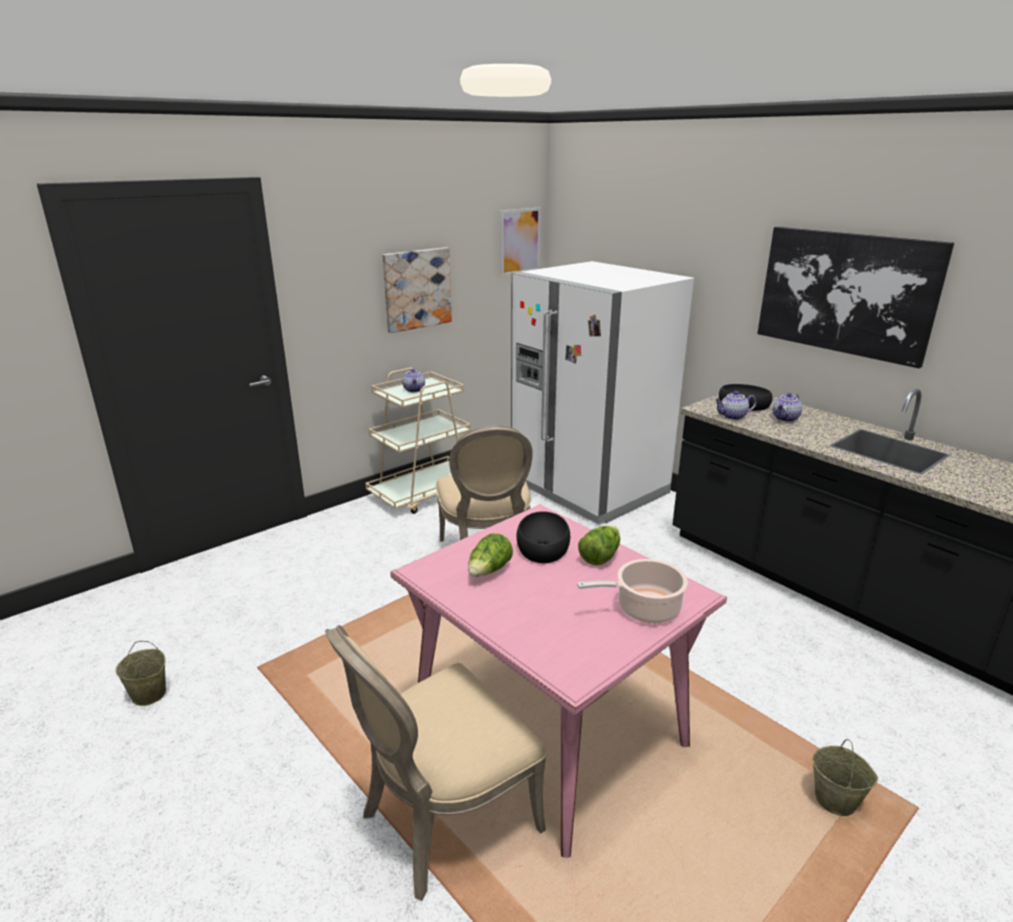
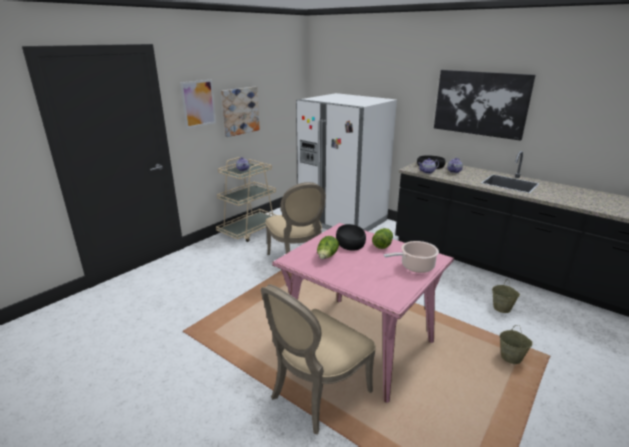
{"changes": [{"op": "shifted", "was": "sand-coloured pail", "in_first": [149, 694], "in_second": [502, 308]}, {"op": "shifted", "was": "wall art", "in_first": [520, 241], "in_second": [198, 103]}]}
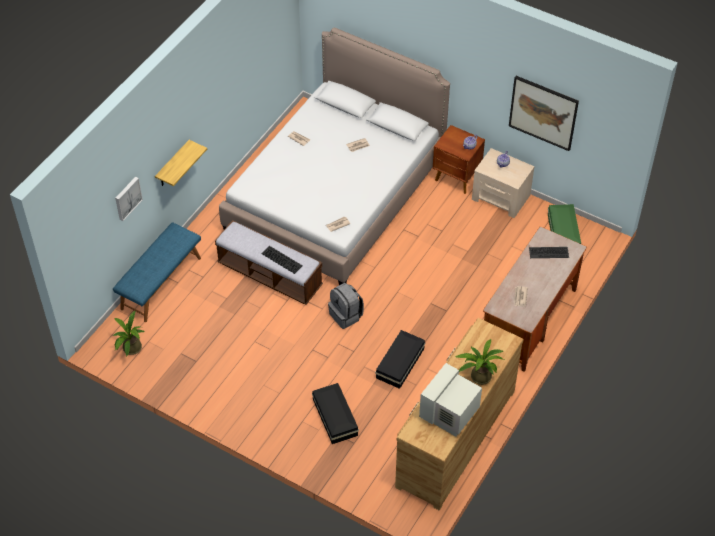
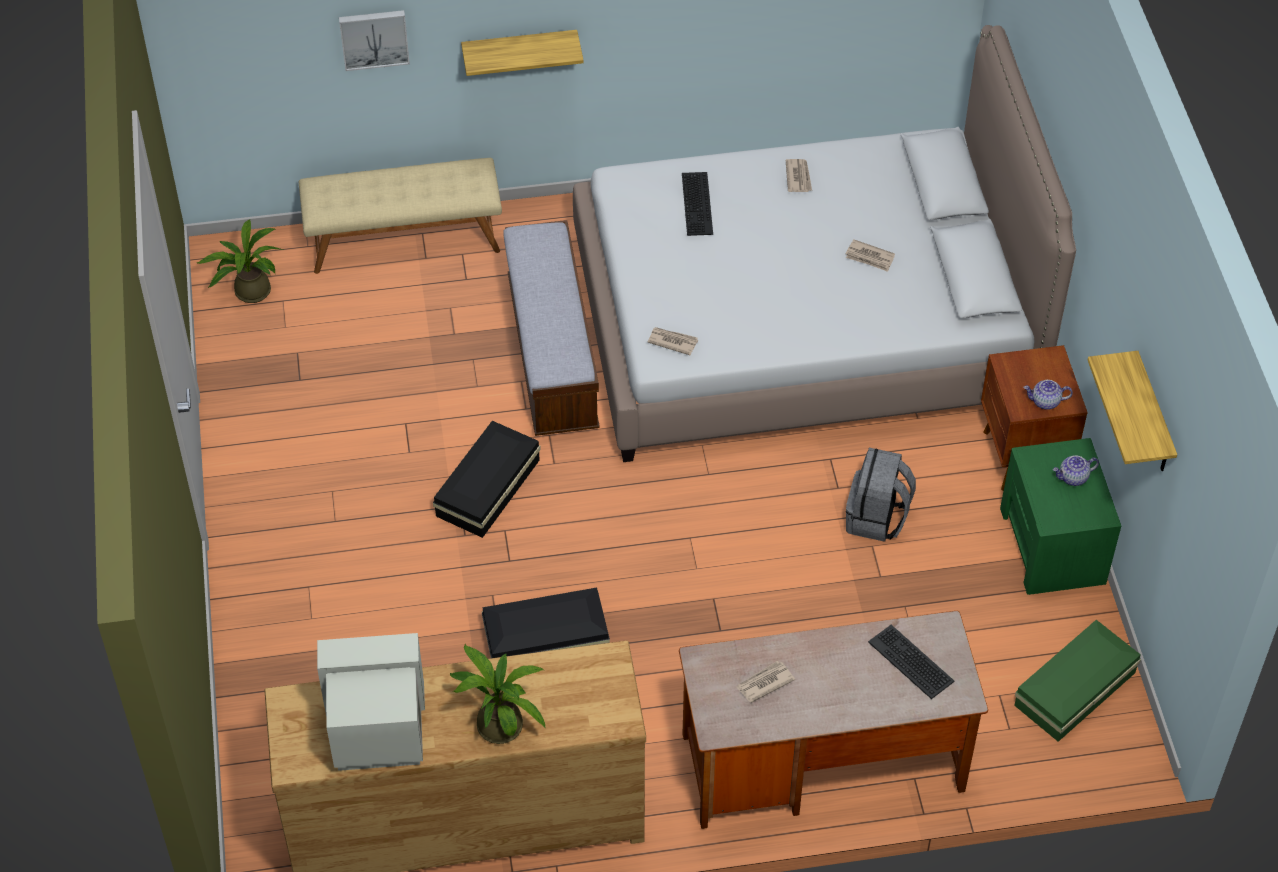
{"changes": [{"op": "repainted", "was": "blue-coloured indoor bench", "now": "sand-coloured indoor bench", "in_first": [160, 283], "in_second": [404, 239]}, {"op": "shifted", "was": "computer keyboard", "in_first": [282, 259], "in_second": [699, 204]}, {"op": "shifted", "was": "black-coloured storage bin", "in_first": [334, 418], "in_second": [485, 488]}, {"op": "shifted", "was": "gray backpack", "in_first": [346, 315], "in_second": [877, 518]}, {"op": "repainted", "was": "sand-coloured nightstand", "now": "green-coloured nightstand", "in_first": [501, 197], "in_second": [1052, 546]}, {"op": "swapped", "was": "wall art", "now": "wall shelf", "in_first": [543, 112], "in_second": [1153, 417]}]}
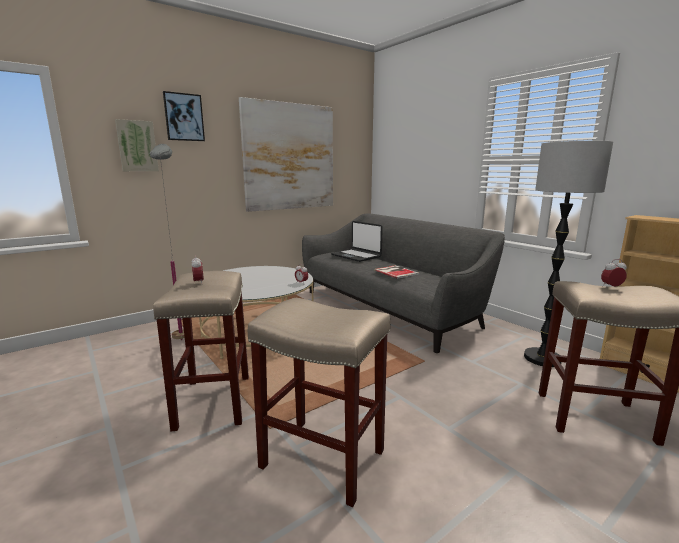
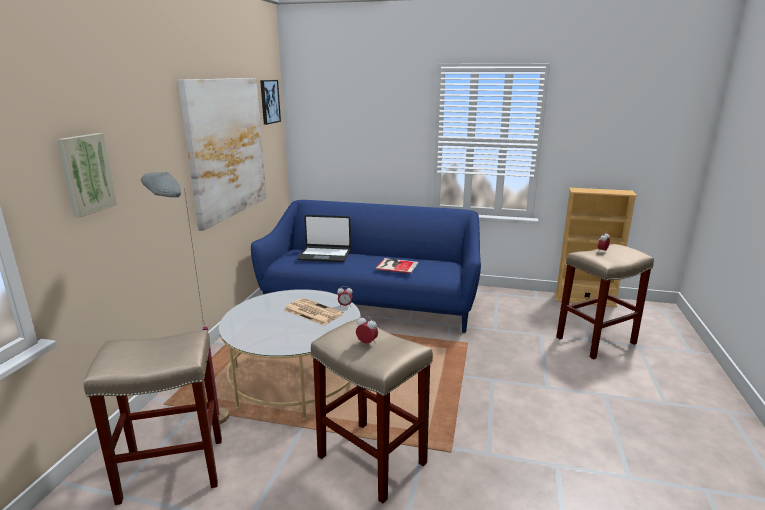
{"changes": [{"op": "shifted", "was": "wall art", "in_first": [184, 117], "in_second": [269, 101]}, {"op": "shifted", "was": "sand-coloured sitting stool", "in_first": [324, 458], "in_second": [174, 468]}, {"op": "repainted", "was": "gray couch", "now": "blue-coloured couch", "in_first": [390, 308], "in_second": [372, 302]}, {"op": "gone", "was": "floor lamp", "in_first": [542, 358]}, {"op": "new", "now": "newspaper", "in_second": [312, 312]}]}
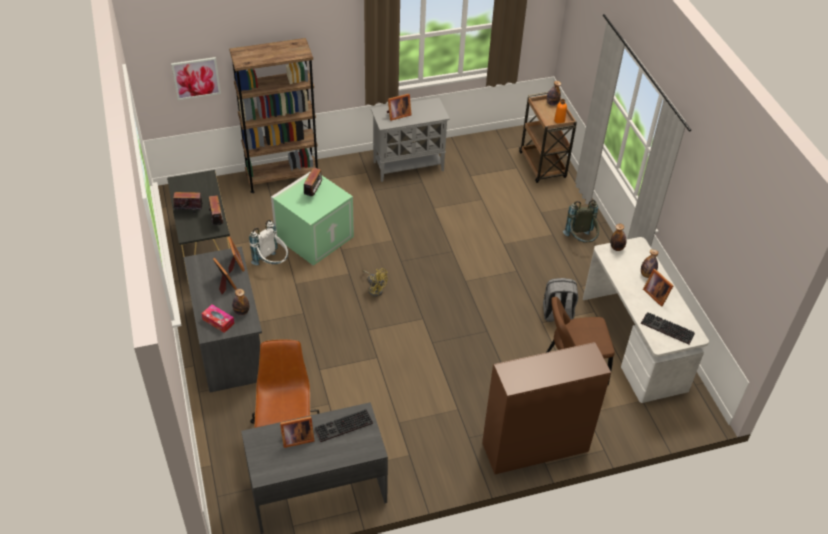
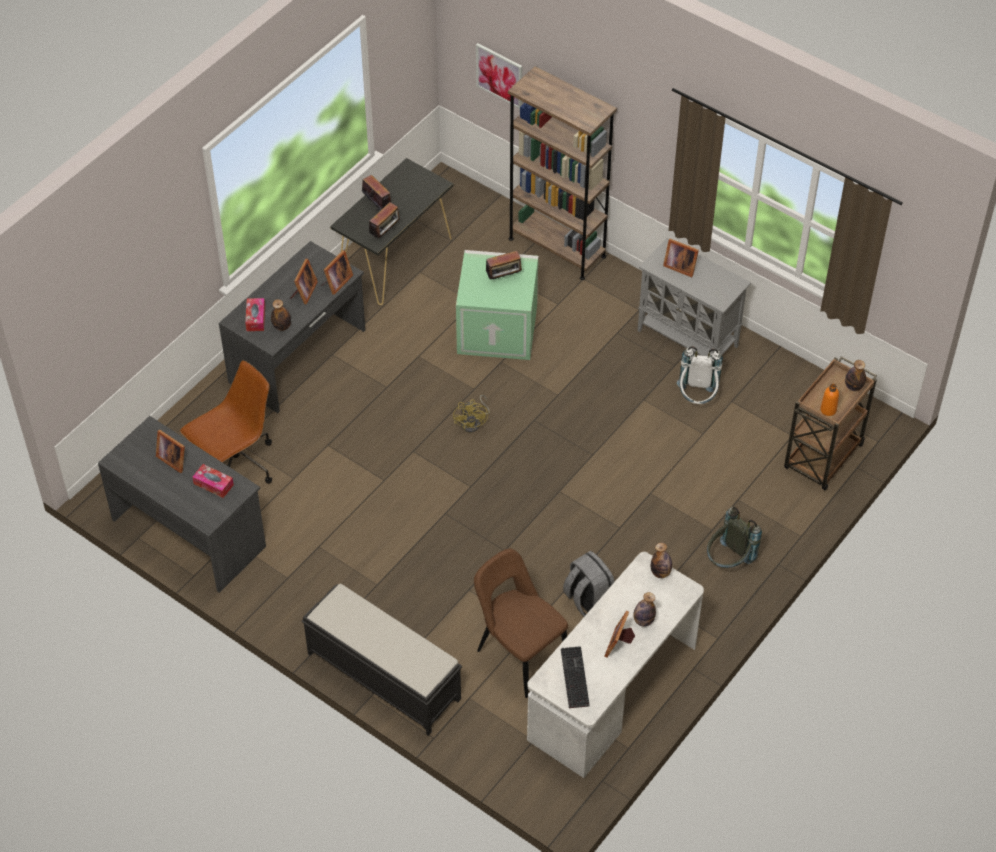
{"changes": [{"op": "shifted", "was": "whitish backpack", "in_first": [272, 263], "in_second": [697, 399]}, {"op": "swapped", "was": "computer keyboard", "now": "box of tissues", "in_first": [343, 427], "in_second": [213, 484]}, {"op": "swapped", "was": "brown-coloured storage cabinet", "now": "black-coloured indoor bench", "in_first": [534, 448], "in_second": [382, 676]}]}
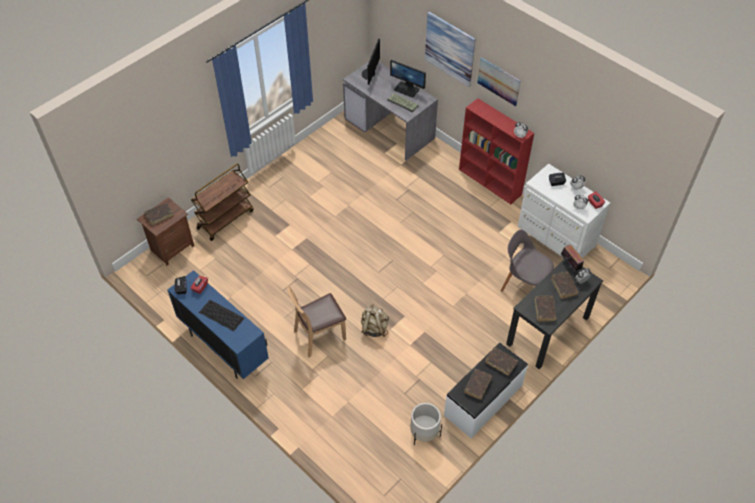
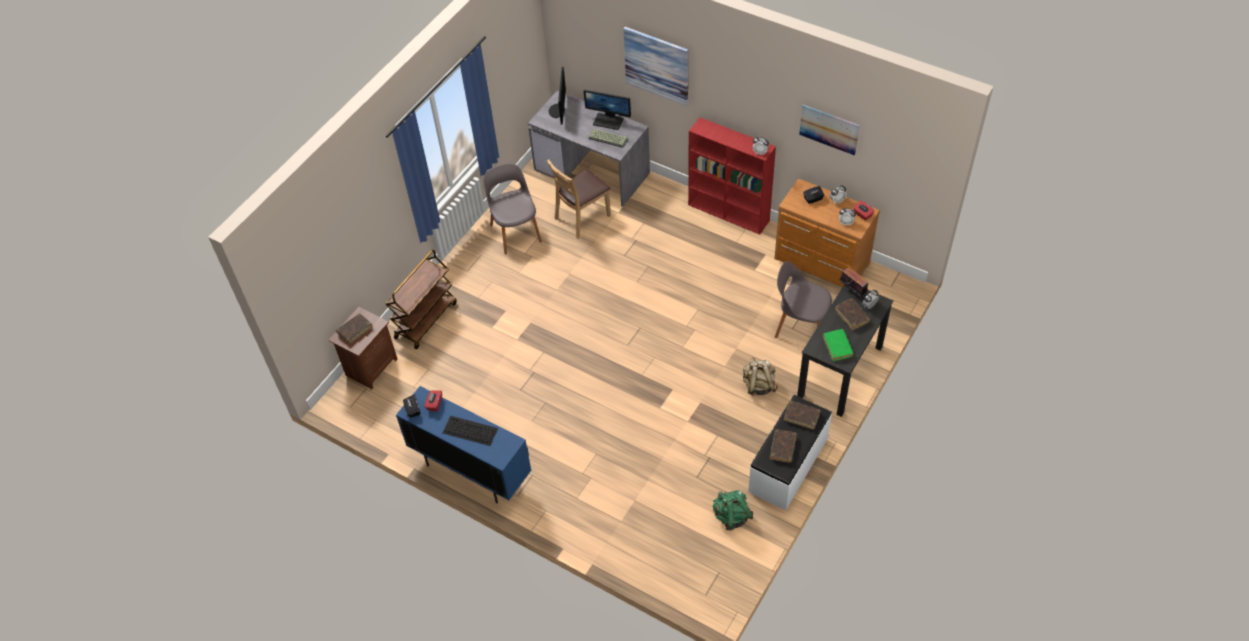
{"changes": [{"op": "shifted", "was": "brown-coloured upright chair", "in_first": [319, 336], "in_second": [582, 218]}, {"op": "shifted", "was": "sand-coloured backpack", "in_first": [374, 328], "in_second": [758, 385]}, {"op": "swapped", "was": "whitish plant pot", "now": "green-coloured backpack", "in_first": [424, 433], "in_second": [731, 516]}, {"op": "shifted", "was": "wall art", "in_first": [498, 81], "in_second": [829, 129]}, {"op": "repainted", "was": "whitish drawer chest", "now": "brown-coloured drawer chest", "in_first": [555, 237], "in_second": [821, 263]}, {"op": "repainted", "was": "brown-coloured volume", "now": "green-coloured volume", "in_first": [544, 310], "in_second": [837, 347]}, {"op": "new", "now": "gray upright chair", "in_second": [515, 231]}]}
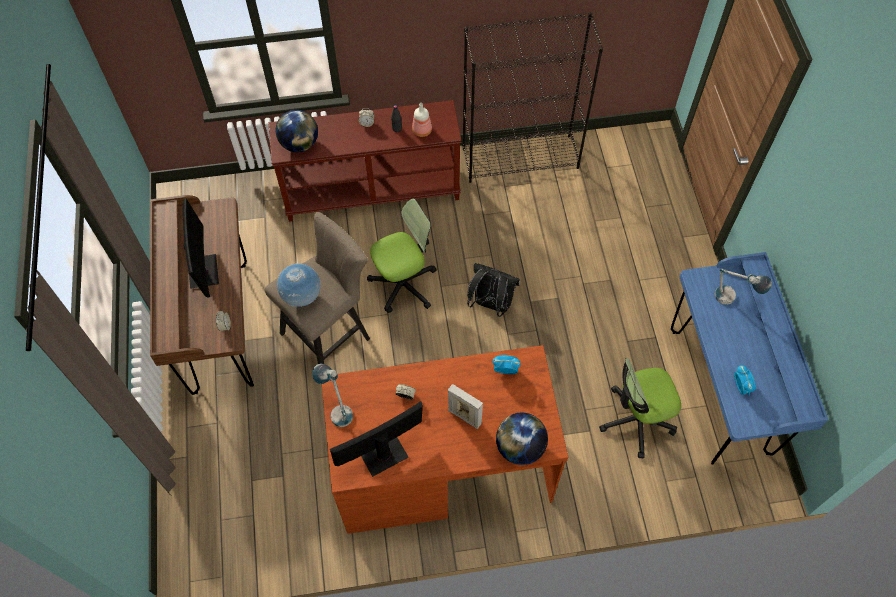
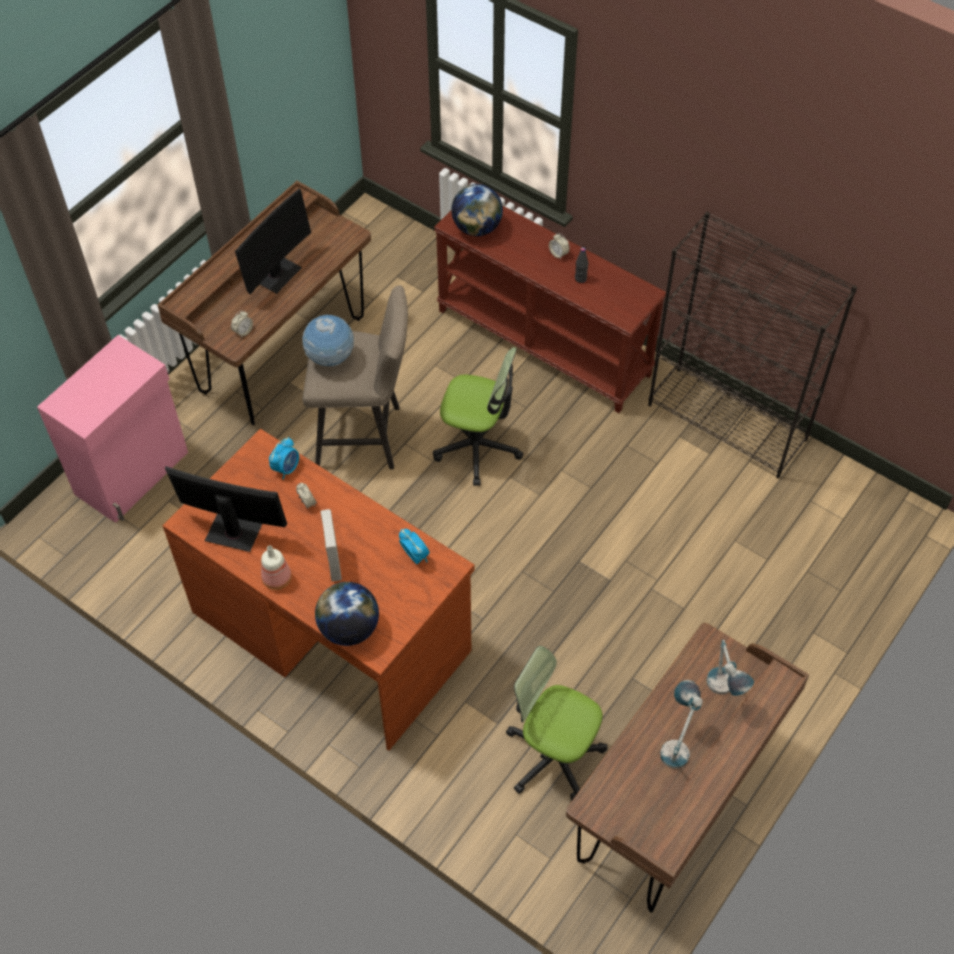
{"changes": [{"op": "shifted", "was": "tabletop lamp", "in_first": [337, 408], "in_second": [676, 743]}, {"op": "shifted", "was": "drink bottle", "in_first": [422, 130], "in_second": [278, 578]}, {"op": "gone", "was": "black-coloured backpack", "in_first": [490, 304]}, {"op": "repainted", "was": "blue-coloured desk", "now": "brown-coloured desk", "in_first": [719, 391], "in_second": [671, 807]}, {"op": "shifted", "was": "table clock", "in_first": [741, 386], "in_second": [286, 468]}, {"op": "new", "now": "pink storage cabinet", "in_second": [133, 473]}]}
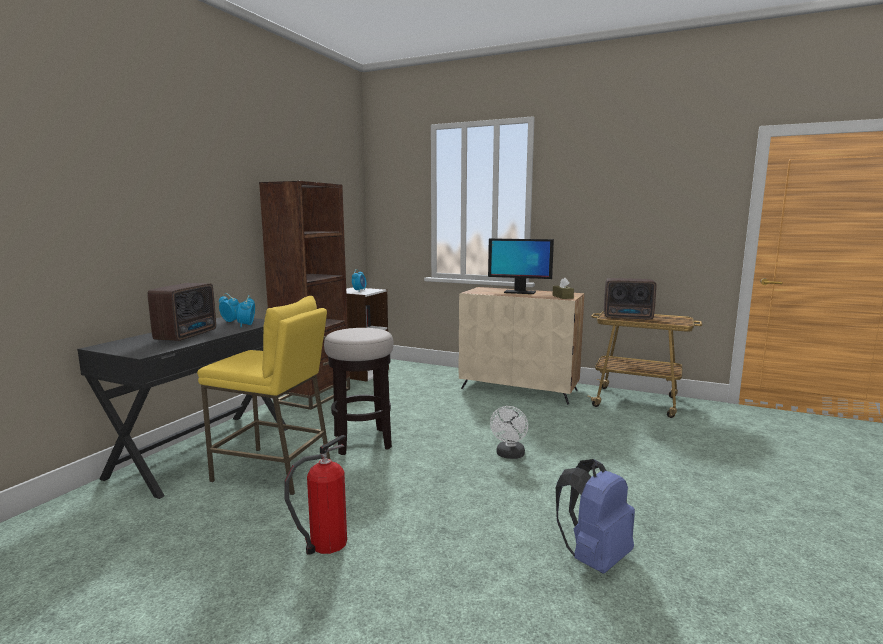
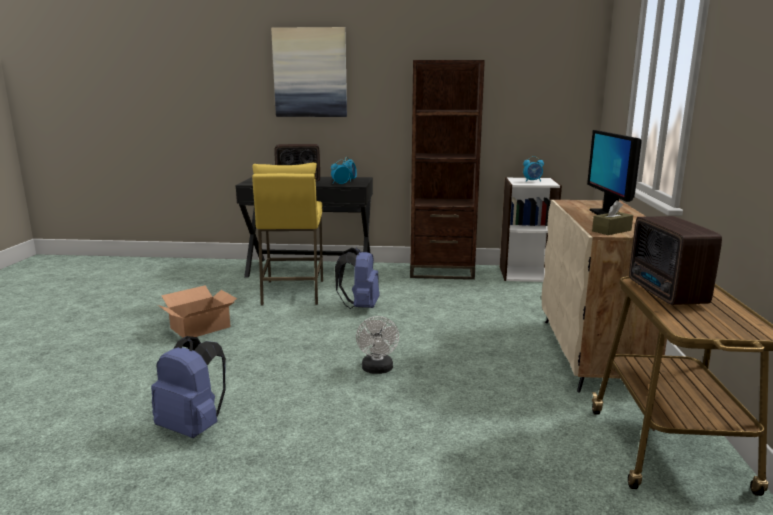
{"changes": [{"op": "swapped", "was": "extinguisher", "now": "packing box", "in_first": [325, 544], "in_second": [201, 327]}, {"op": "swapped", "was": "sitting stool", "now": "blue-coloured backpack", "in_first": [362, 441], "in_second": [360, 306]}, {"op": "rotated", "was": "whitish cooling fan", "in_first": [509, 455], "in_second": [377, 370], "clockwise": -90}, {"op": "new", "now": "wall art", "in_second": [310, 73]}]}
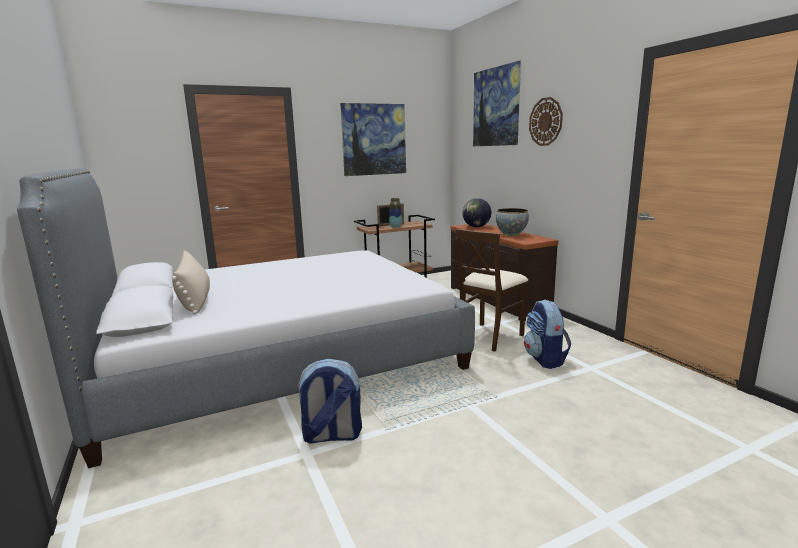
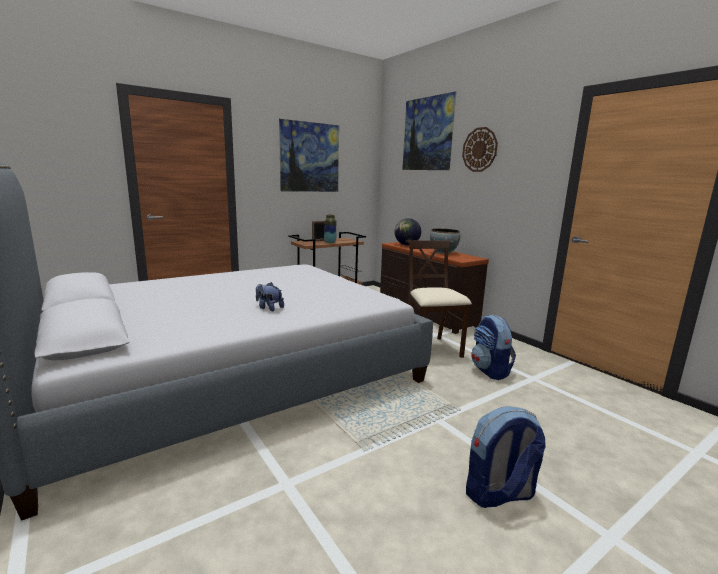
{"changes": [{"op": "gone", "was": "sand-coloured throw pillow", "in_first": [195, 300]}, {"op": "shifted", "was": "backpack", "in_first": [331, 435], "in_second": [499, 495]}, {"op": "rotated", "was": "sand-coloured upright chair", "in_first": [489, 336], "in_second": [431, 349], "clockwise": 135}, {"op": "new", "now": "plush toy", "in_second": [269, 308]}]}
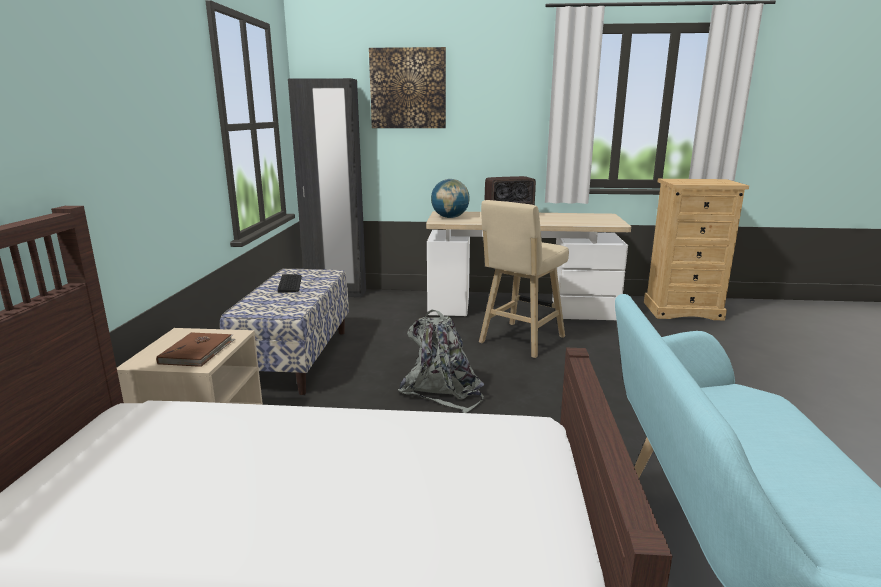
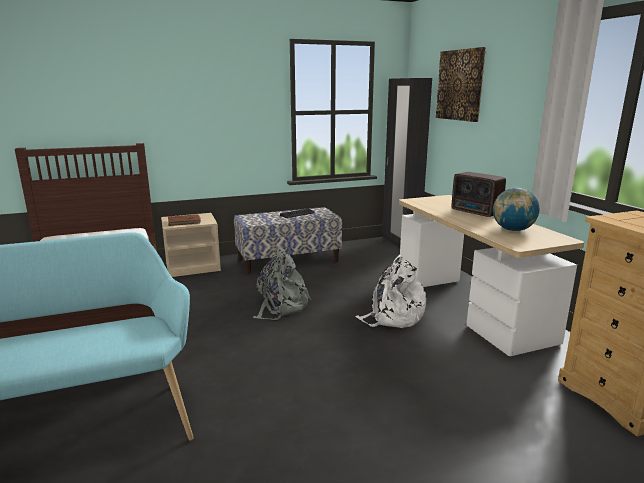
{"changes": [{"op": "shifted", "was": "world globe", "in_first": [450, 217], "in_second": [513, 230]}, {"op": "swapped", "was": "sand-coloured sitting stool", "now": "whitish backpack", "in_first": [519, 341], "in_second": [393, 317]}]}
